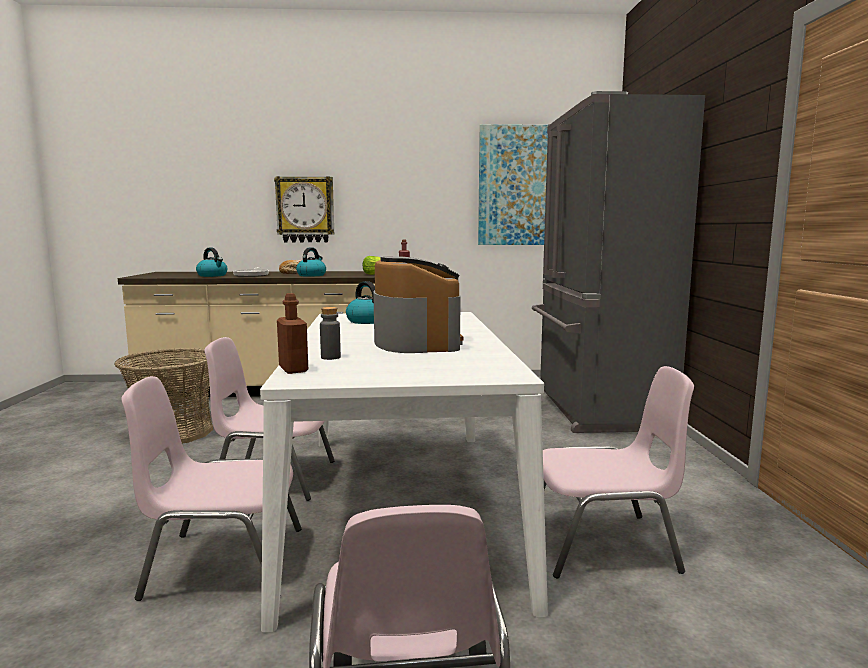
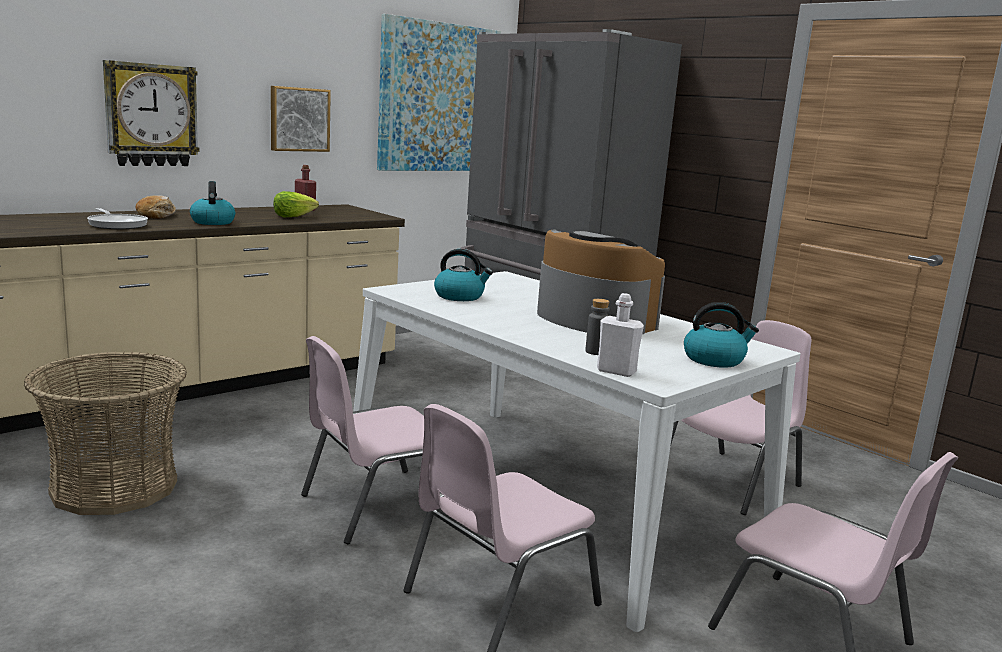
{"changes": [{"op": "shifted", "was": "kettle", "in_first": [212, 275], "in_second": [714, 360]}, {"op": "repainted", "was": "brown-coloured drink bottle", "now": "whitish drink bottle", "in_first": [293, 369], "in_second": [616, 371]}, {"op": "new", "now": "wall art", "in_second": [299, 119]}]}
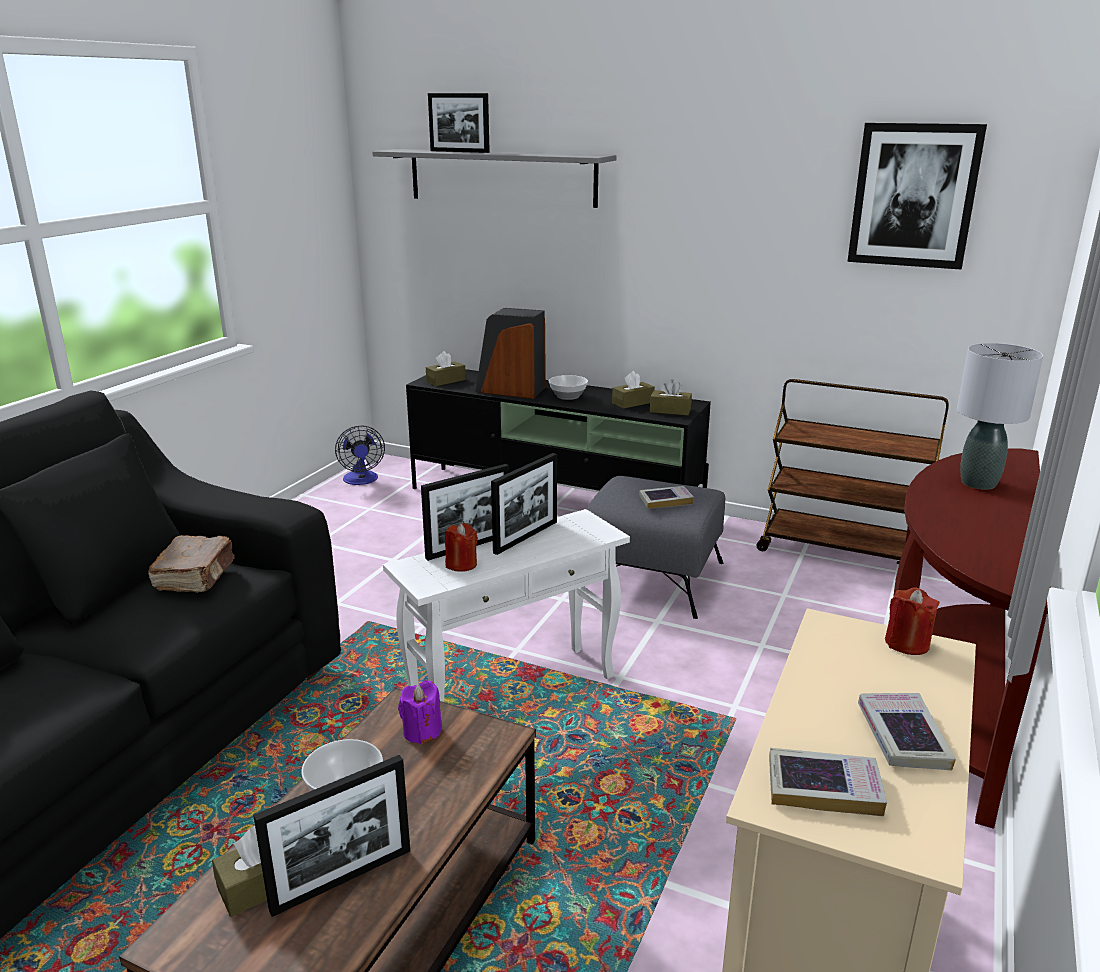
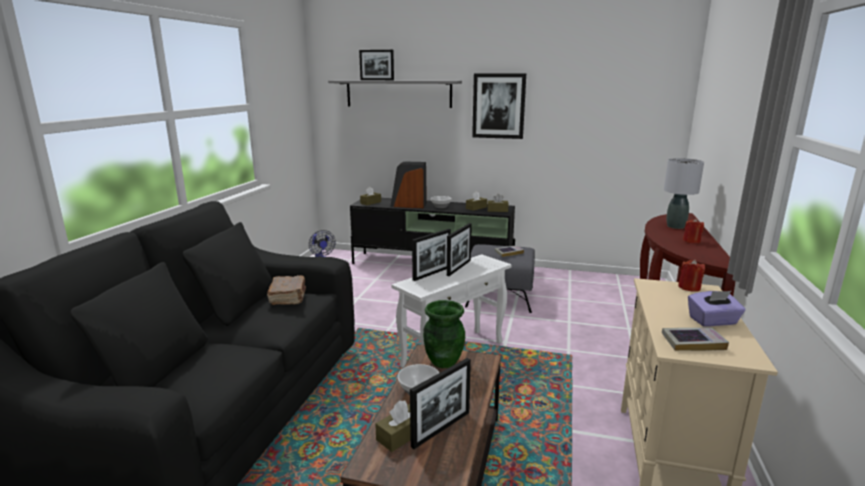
{"changes": [{"op": "swapped", "was": "purple wax light", "now": "green-coloured flower vase", "in_first": [422, 731], "in_second": [443, 361]}, {"op": "shifted", "was": "red-coloured wax light", "in_first": [461, 564], "in_second": [691, 241]}, {"op": "gone", "was": "brown-coloured wheeled cart", "in_first": [841, 552]}, {"op": "shifted", "was": "wall art", "in_first": [914, 195], "in_second": [498, 106]}, {"op": "swapped", "was": "volume", "now": "purple box of tissues", "in_first": [902, 737], "in_second": [713, 321]}]}
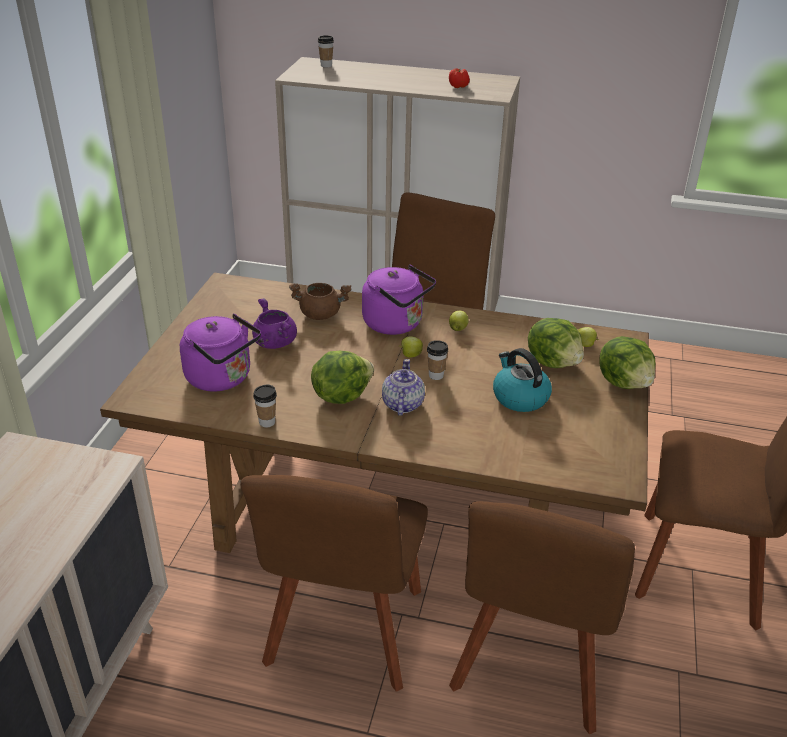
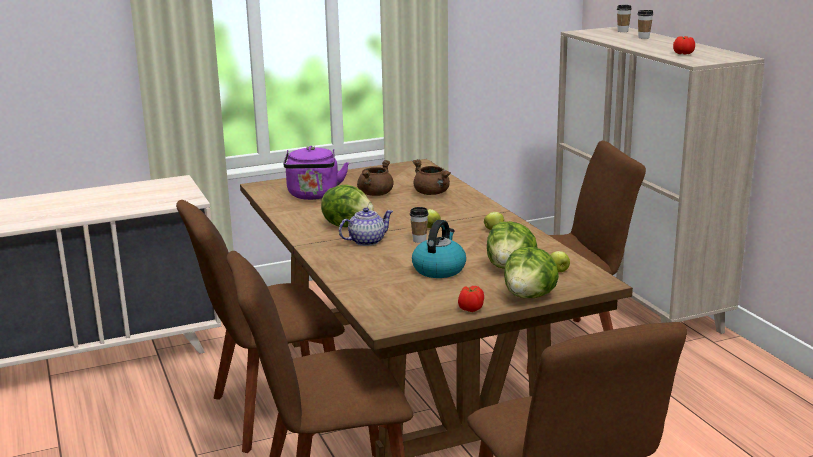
{"changes": [{"op": "repainted", "was": "purple stockpot", "now": "brown-coloured stockpot", "in_first": [274, 342], "in_second": [375, 194]}, {"op": "shifted", "was": "cup", "in_first": [267, 422], "in_second": [643, 38]}, {"op": "gone", "was": "purple kettle", "in_first": [396, 324]}, {"op": "new", "now": "tomato", "in_second": [470, 309]}]}
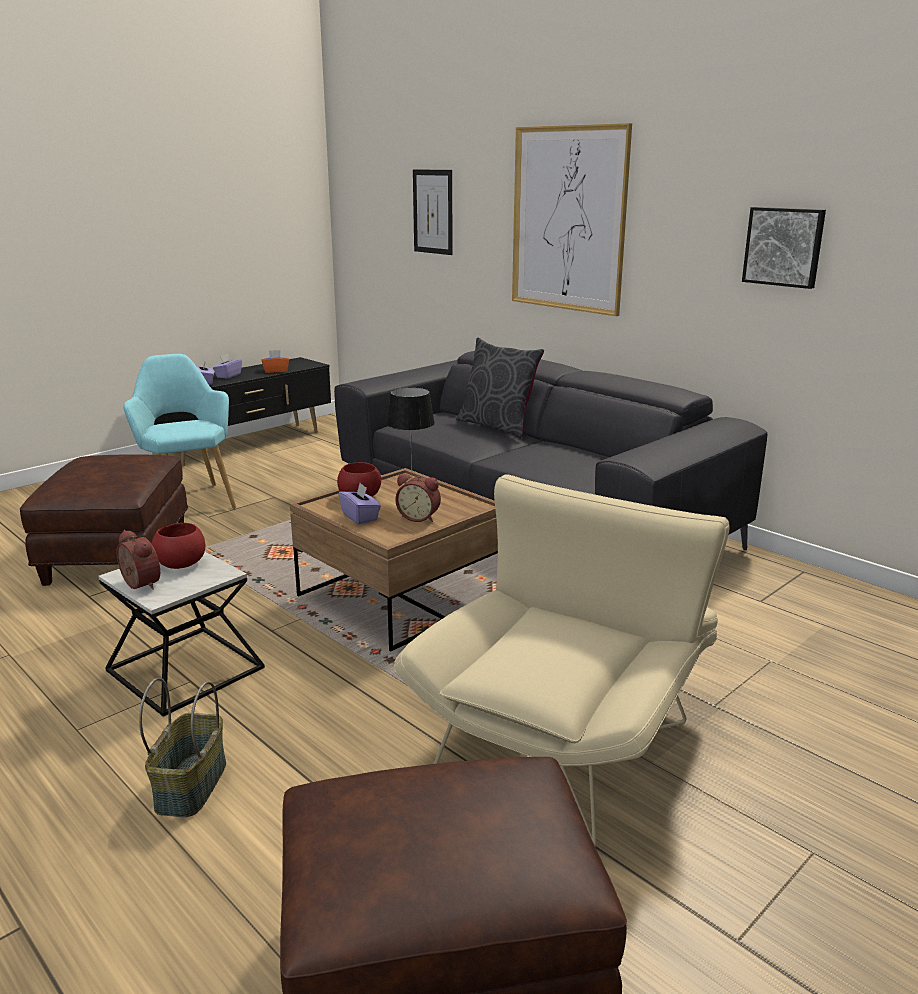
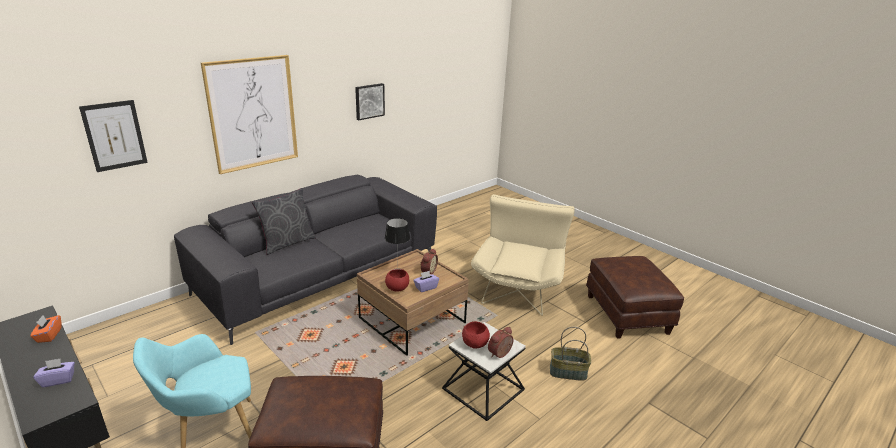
{"changes": [{"op": "gone", "was": "purple box of tissues", "in_first": [228, 376]}, {"op": "rotated", "was": "sand-coloured easy chair", "in_first": [567, 736], "in_second": [519, 285], "clockwise": 75}]}
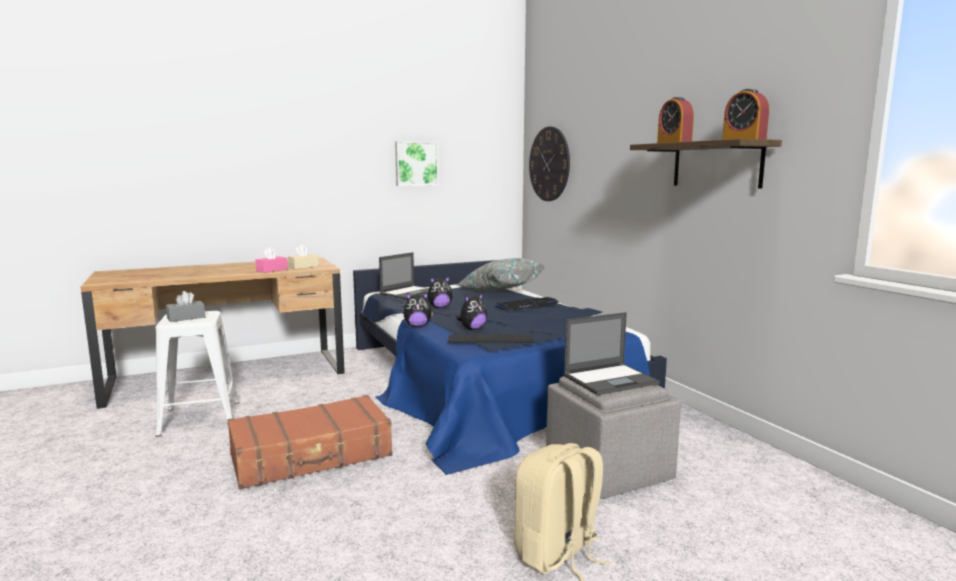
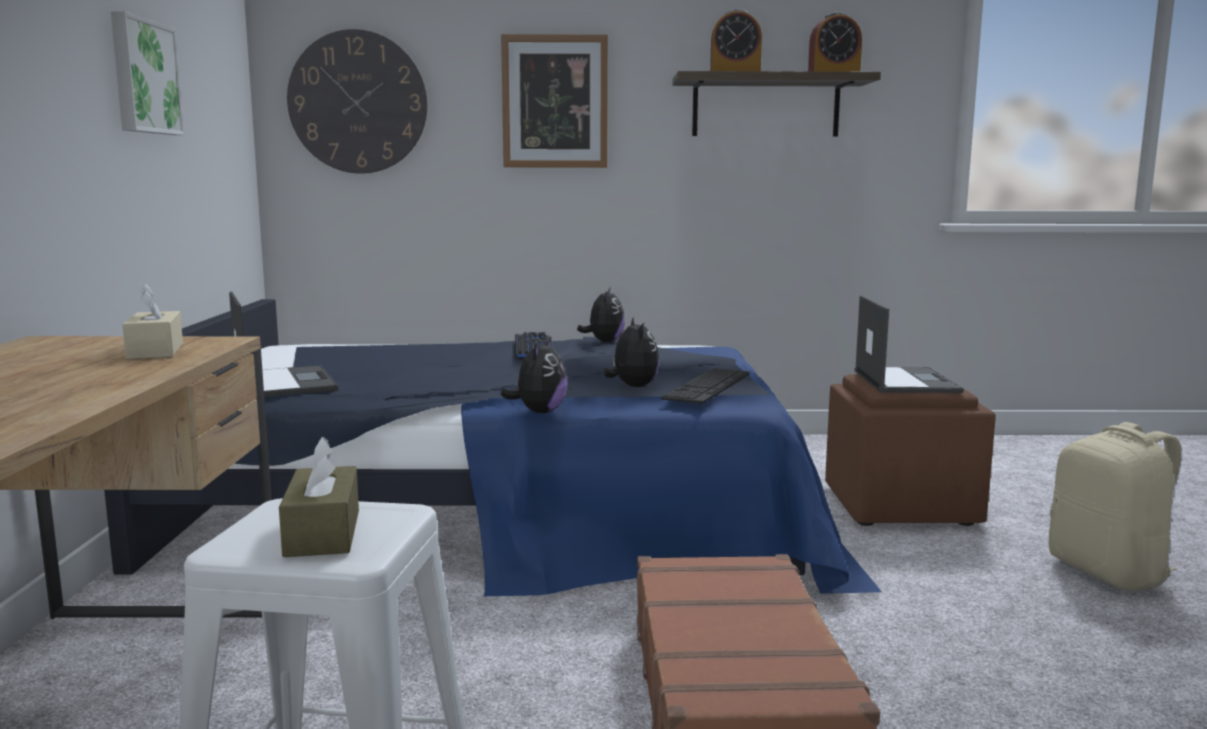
{"changes": [{"op": "repainted", "was": "gray box of tissues", "now": "brown-coloured box of tissues", "in_first": [186, 318], "in_second": [323, 533]}, {"op": "gone", "was": "pink box of tissues", "in_first": [272, 270]}, {"op": "shifted", "was": "plush toy", "in_first": [439, 307], "in_second": [604, 342]}, {"op": "gone", "was": "gray throw pillow", "in_first": [500, 291]}, {"op": "repainted", "was": "gray pouffe", "now": "brown-coloured pouffe", "in_first": [608, 470], "in_second": [898, 505]}, {"op": "new", "now": "wall art", "in_second": [555, 102]}]}
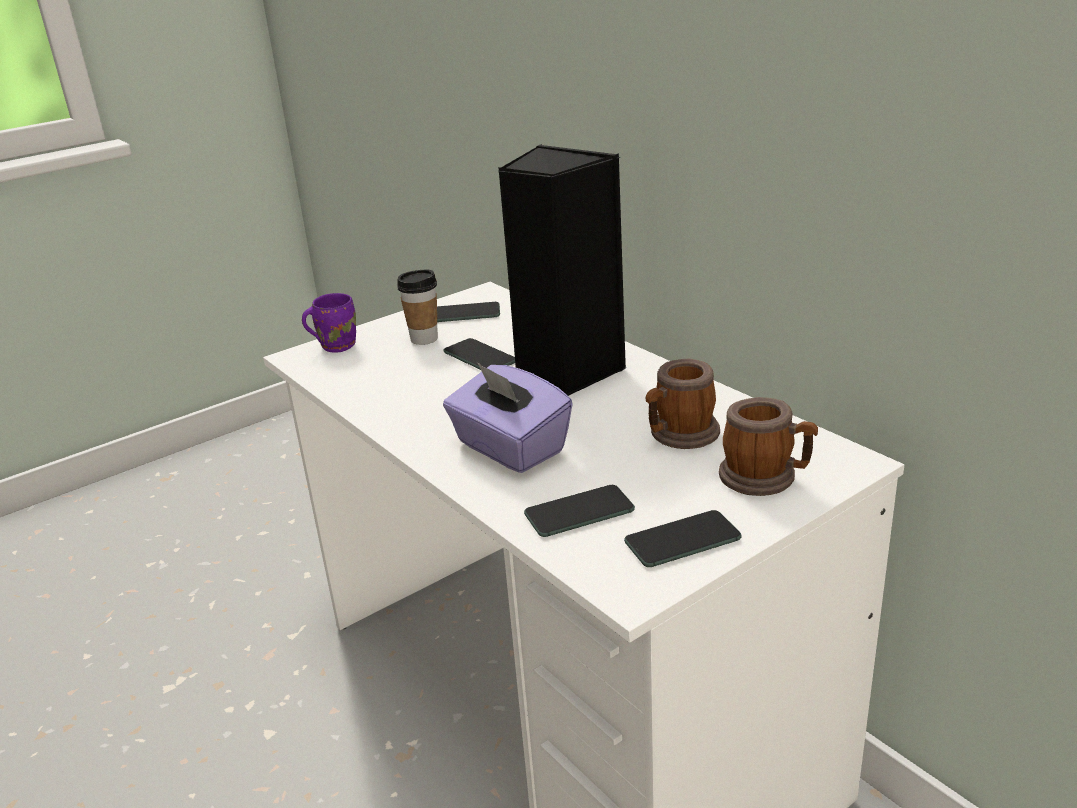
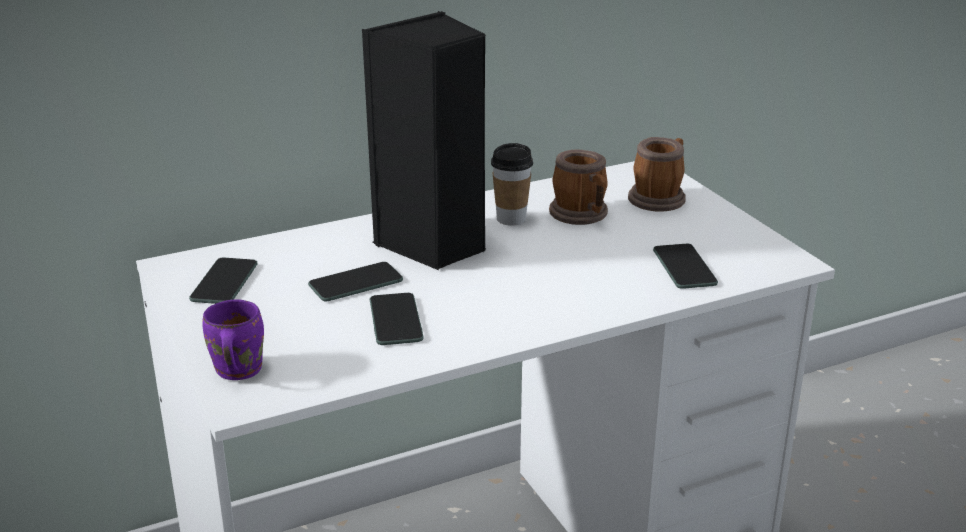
{"changes": [{"op": "shifted", "was": "cup", "in_first": [424, 339], "in_second": [511, 219]}, {"op": "gone", "was": "purple box of tissues", "in_first": [509, 448]}, {"op": "shifted", "was": "telephone", "in_first": [682, 540], "in_second": [395, 320]}]}
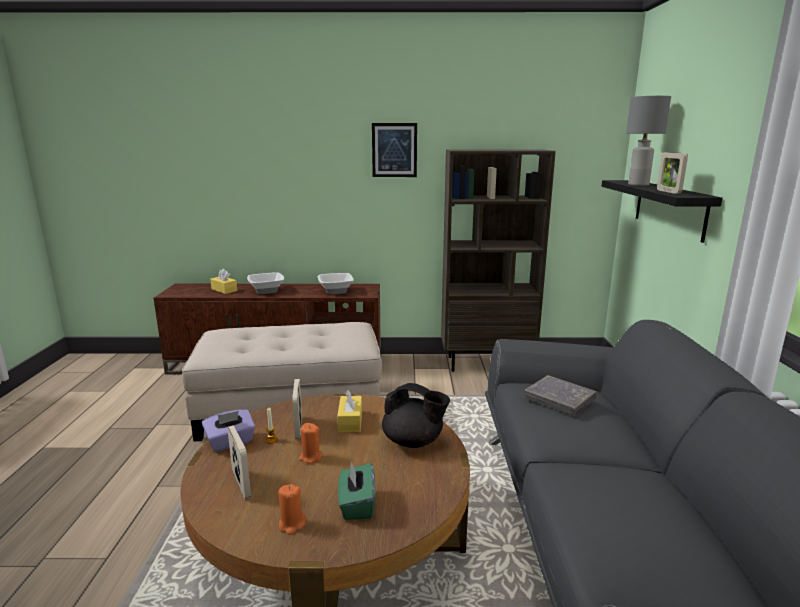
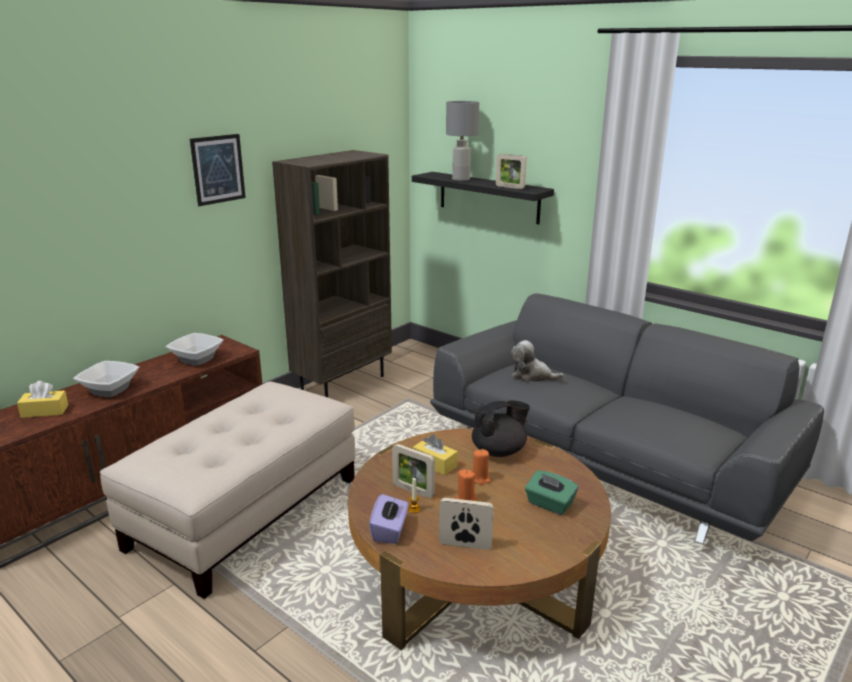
{"changes": [{"op": "shifted", "was": "orange wax light", "in_first": [292, 524], "in_second": [480, 479]}, {"op": "swapped", "was": "gray volume", "now": "plush toy", "in_first": [559, 399], "in_second": [532, 376]}]}
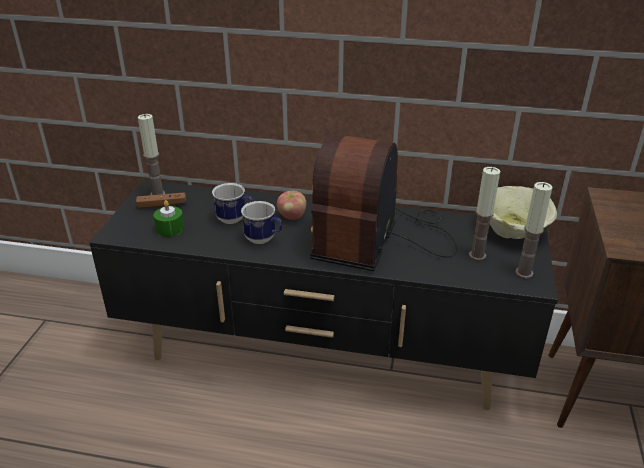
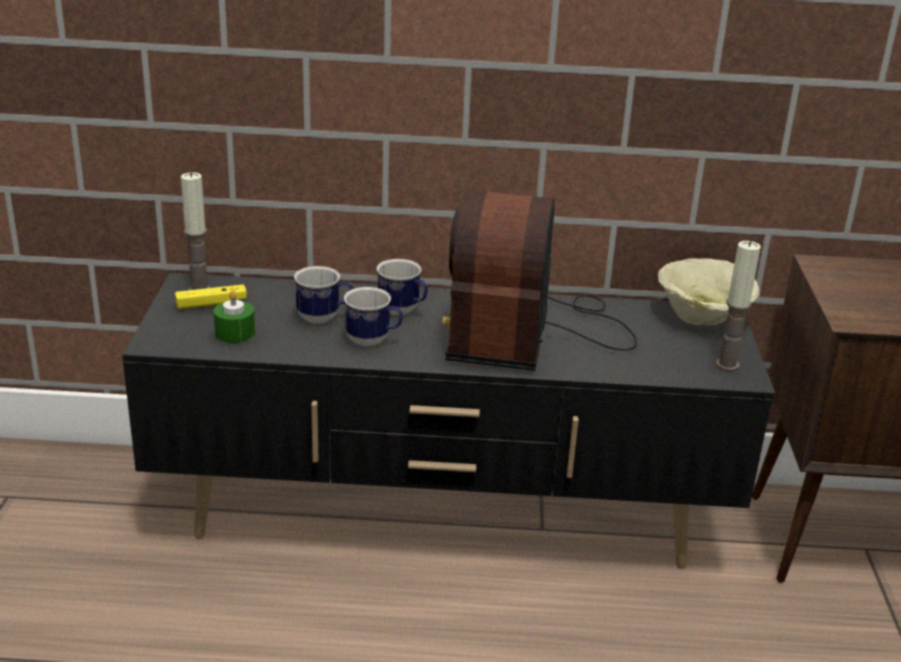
{"changes": [{"op": "repainted", "was": "brown-coloured joypad", "now": "yellowish joypad", "in_first": [162, 205], "in_second": [211, 304]}, {"op": "swapped", "was": "apple", "now": "tea mug", "in_first": [292, 216], "in_second": [403, 311]}, {"op": "gone", "was": "wax light", "in_first": [477, 255]}]}
